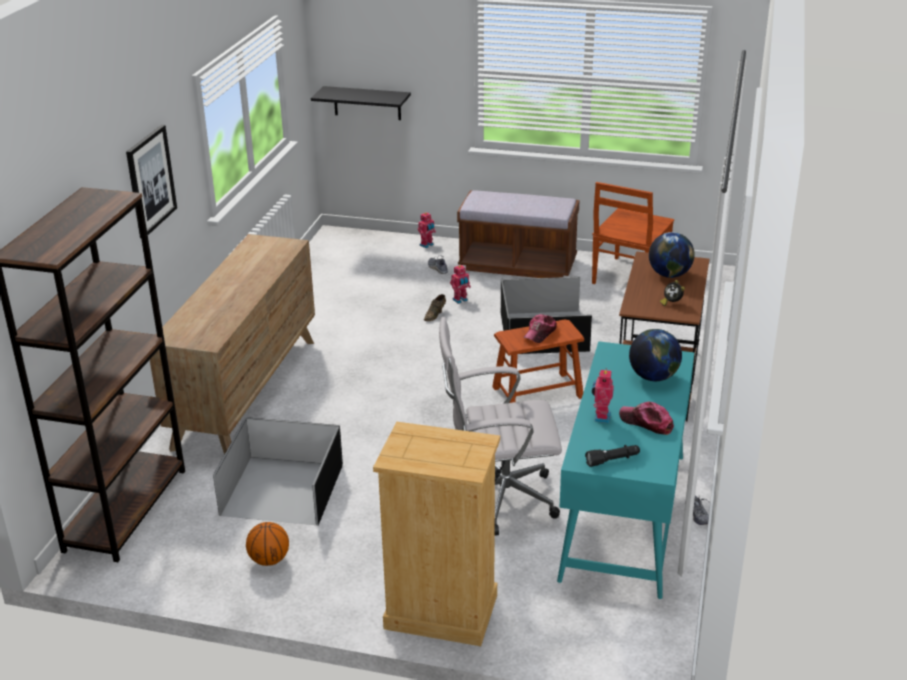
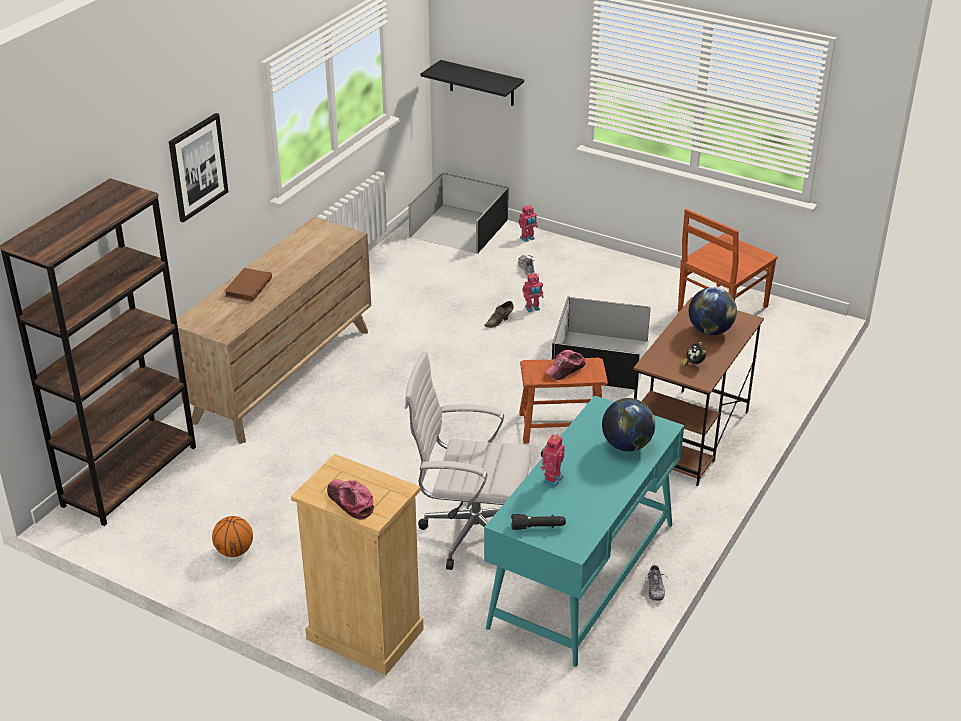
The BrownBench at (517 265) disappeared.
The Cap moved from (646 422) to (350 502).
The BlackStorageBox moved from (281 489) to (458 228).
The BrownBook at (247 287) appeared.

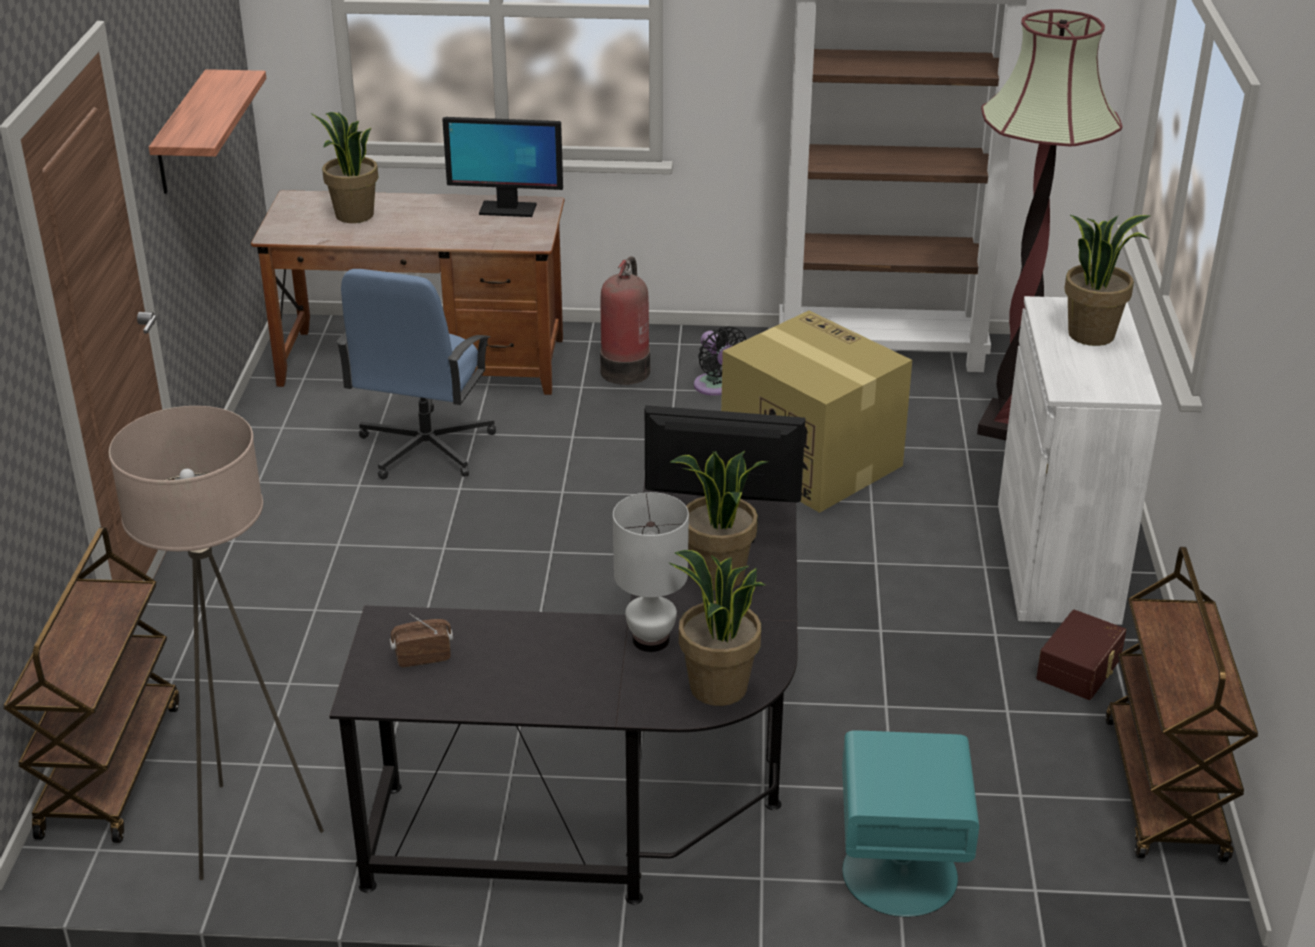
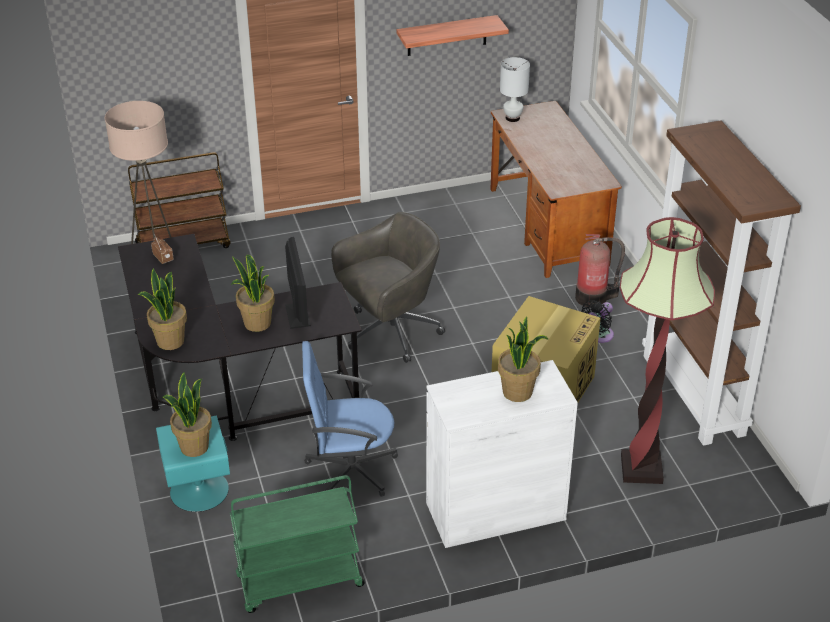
The PottedPlant moved from (353 215) to (194 447).
The Monitor at (507 209) disappeared.
The BlueOfficeChair moved from (424 448) to (350 469).
The WhiteTableLamp moved from (651 639) to (513 118).
The BrownCart at (1165 790) became the GreenCart at (299 582).
The BrownStorageBox at (1081 669) disappeared.
The GreyOfficeChair at (390 332) appeared.

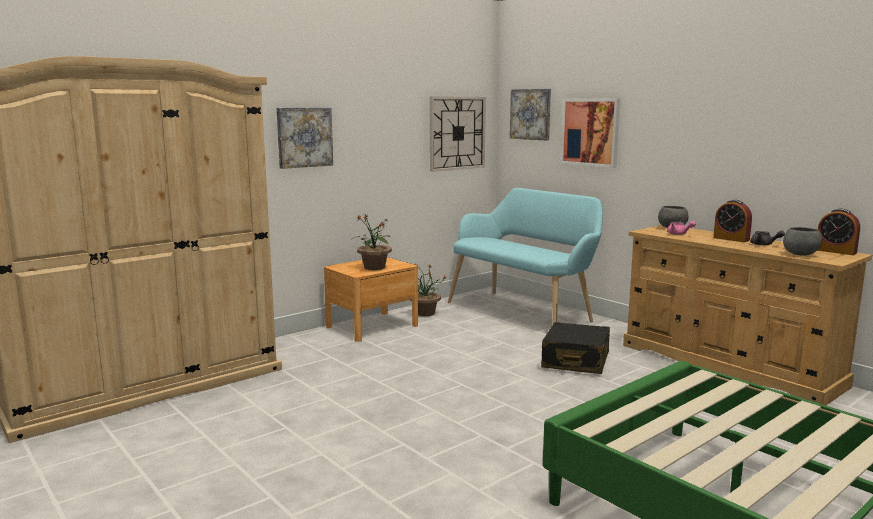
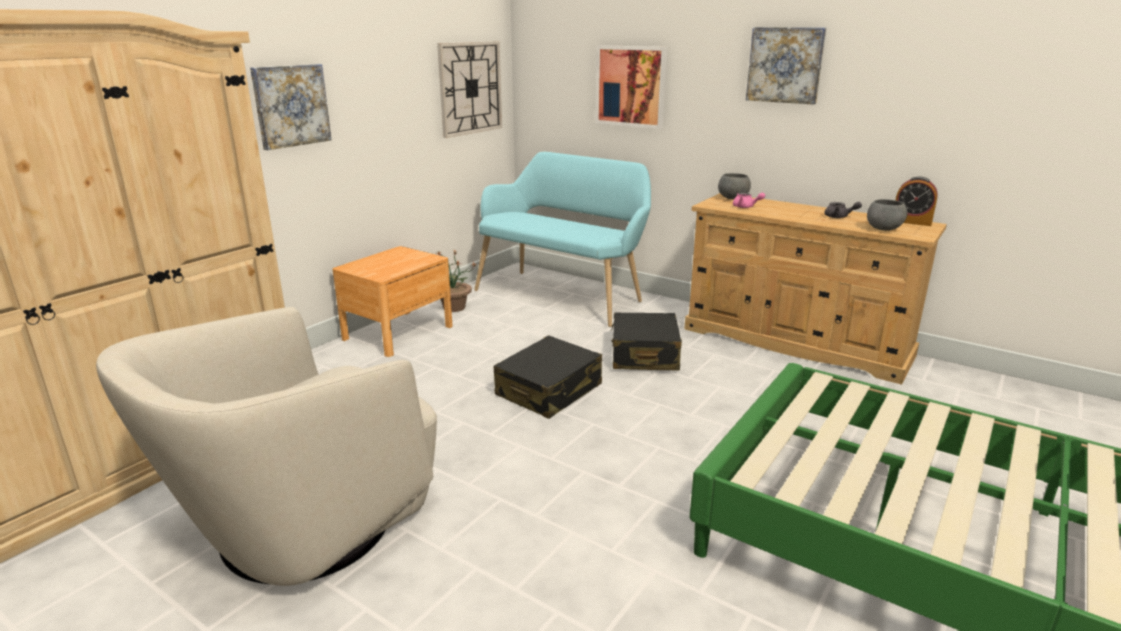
The Picture moved from (531 114) to (785 65).
The AlarmClock at (731 239) disappeared.
The PottedPlant at (374 268) disappeared.
The BeigeArmchair at (303 528) appeared.
The BlackSuitcase at (549 390) appeared.

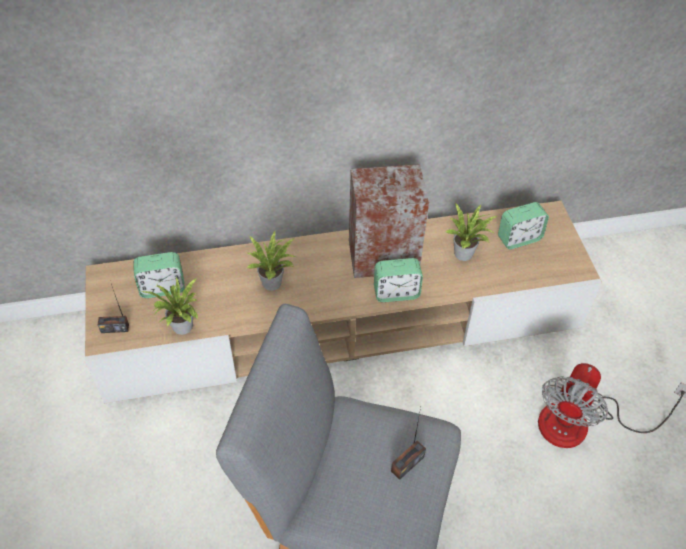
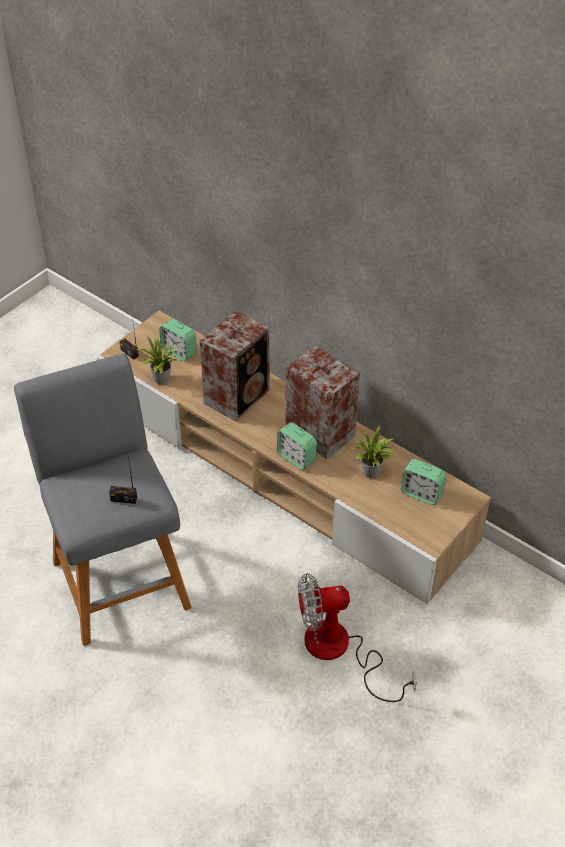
The PottedPlant at (274 282) was replaced by the Speaker at (238 396).

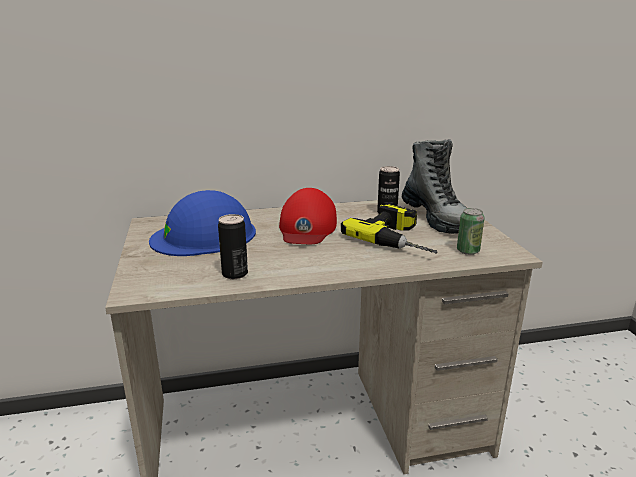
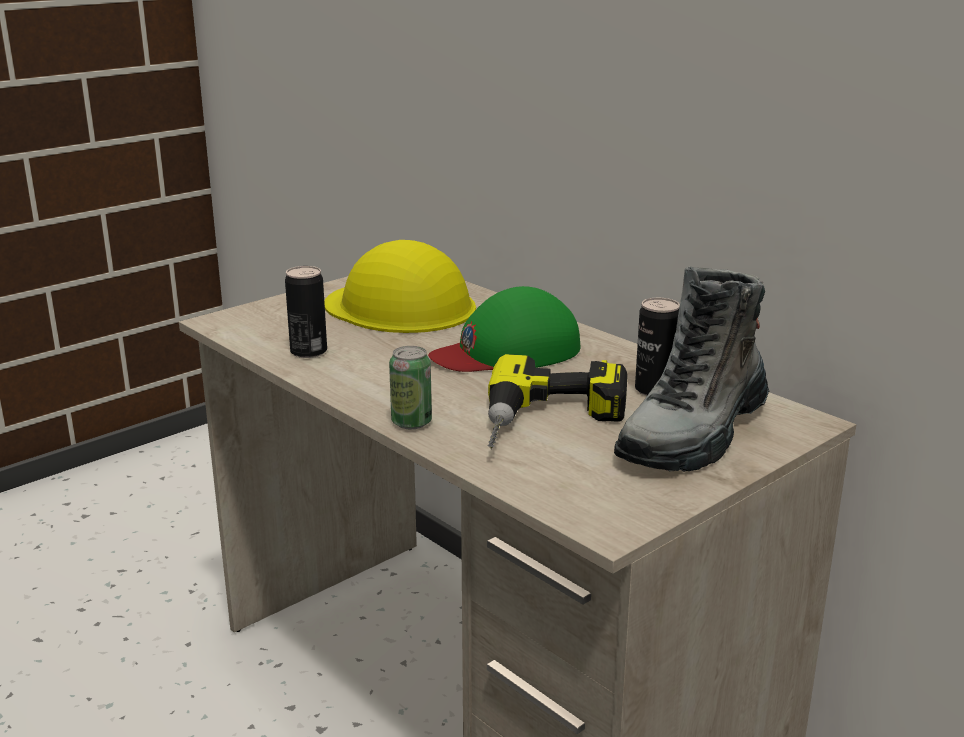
The RedCap at (307 227) became the GreenCap at (507 352).
The BlueHardHat at (204 236) became the YellowHardHat at (400 306).
The Can moved from (468 251) to (411 422).

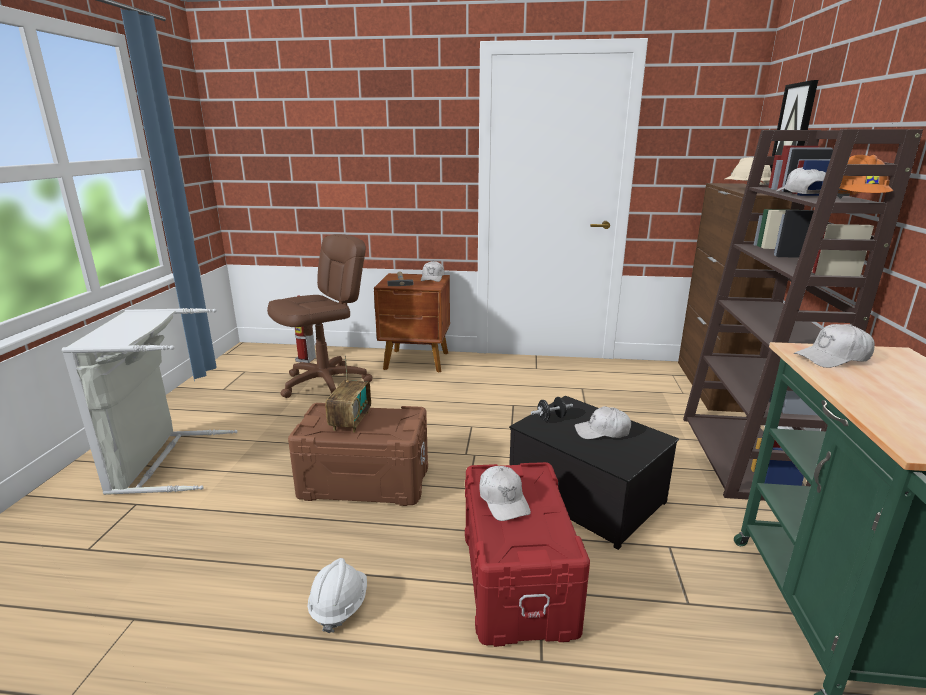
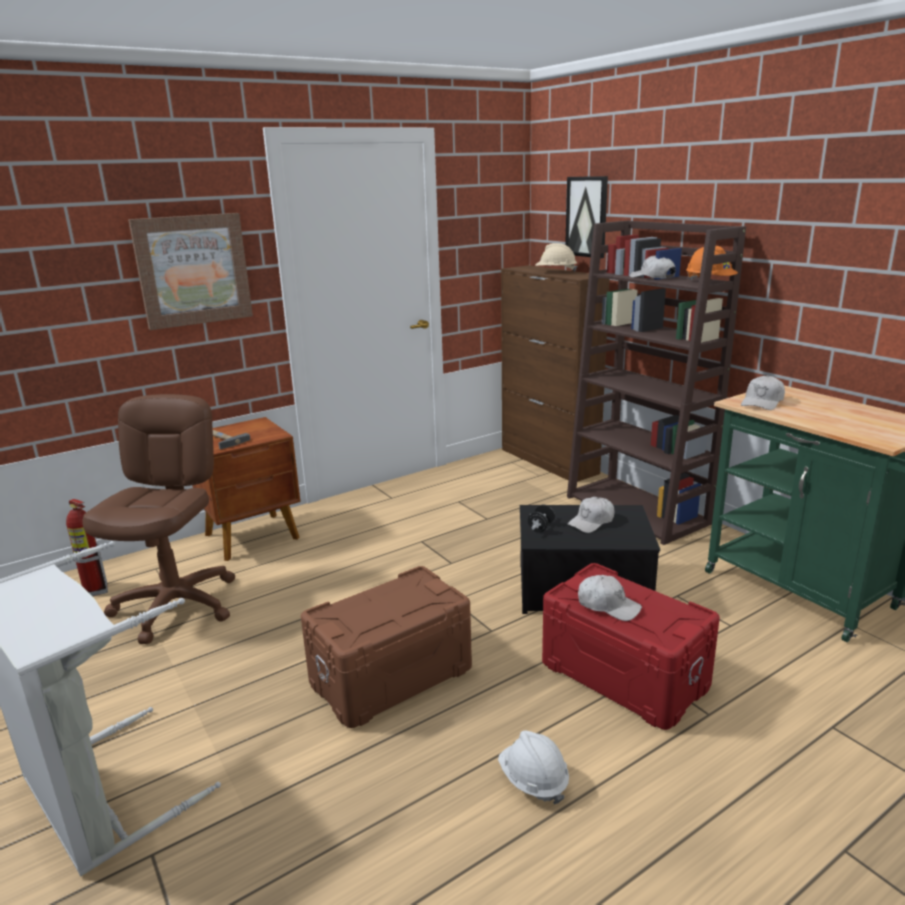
The WhiteCap at (432 278) disappeared.
The Radio at (350 421) disappeared.
The Picture at (193 270) appeared.

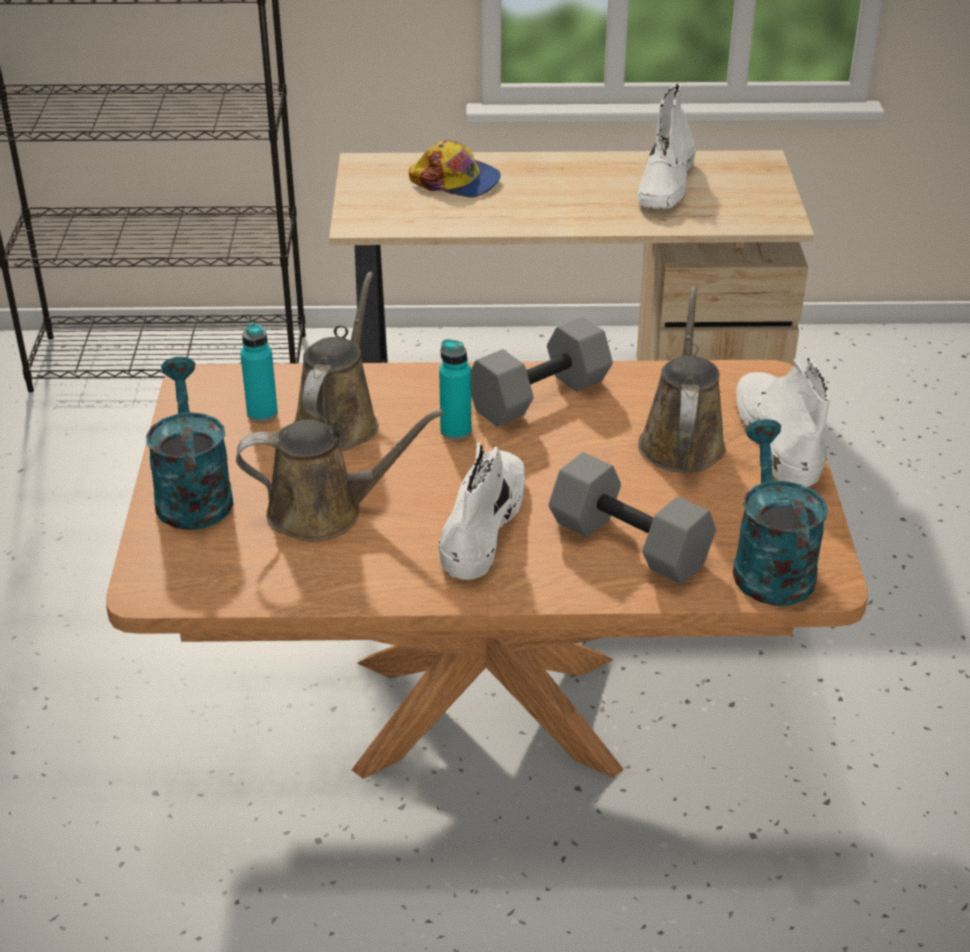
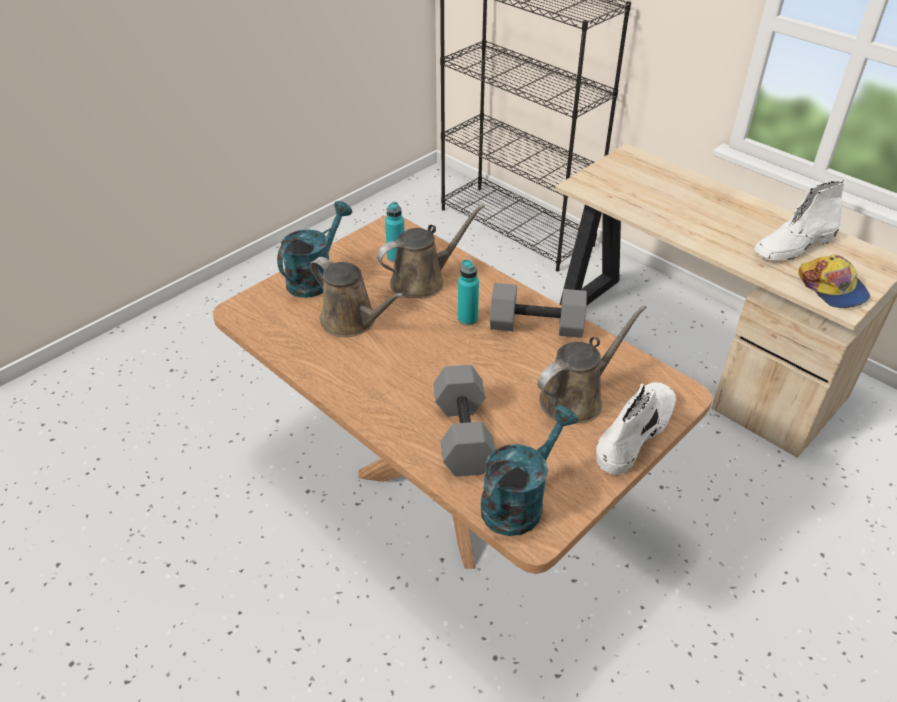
The Cap moved from (456 181) to (832 288).
The WhiteBoot at (483 521) disappeared.

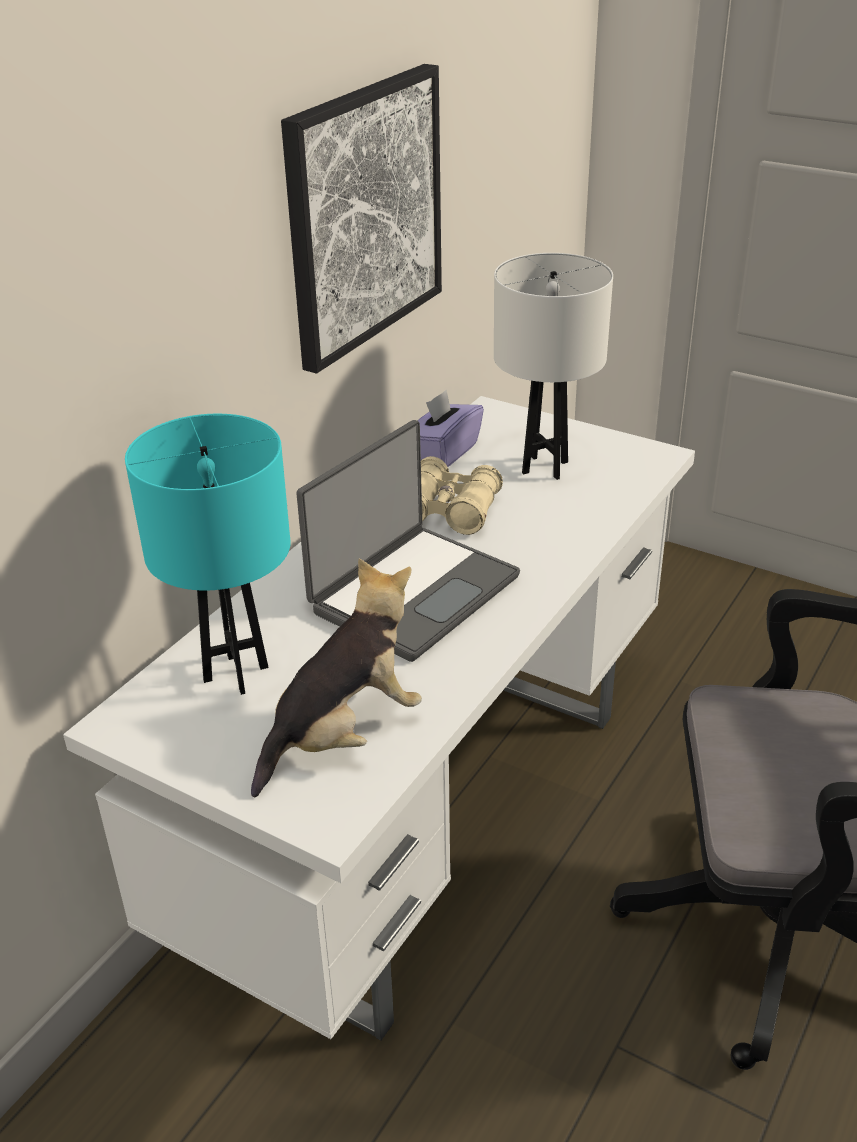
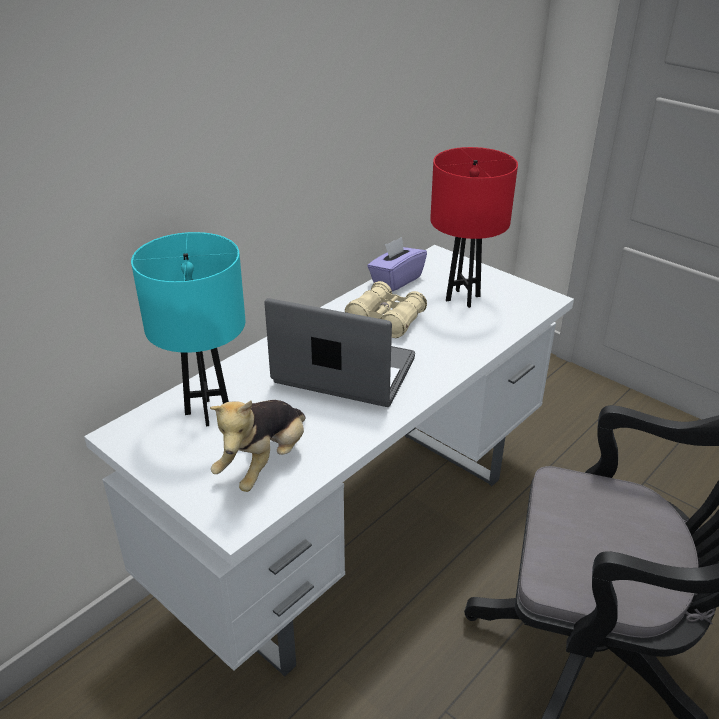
The Picture at (363 215) disappeared.
The WhiteTableLamp at (545 467) became the RedTableLamp at (463 298).
The Laptop at (412 592) turned 120 degrees counterclockwise.
The PlushToy at (343 734) turned 150 degrees clockwise.

